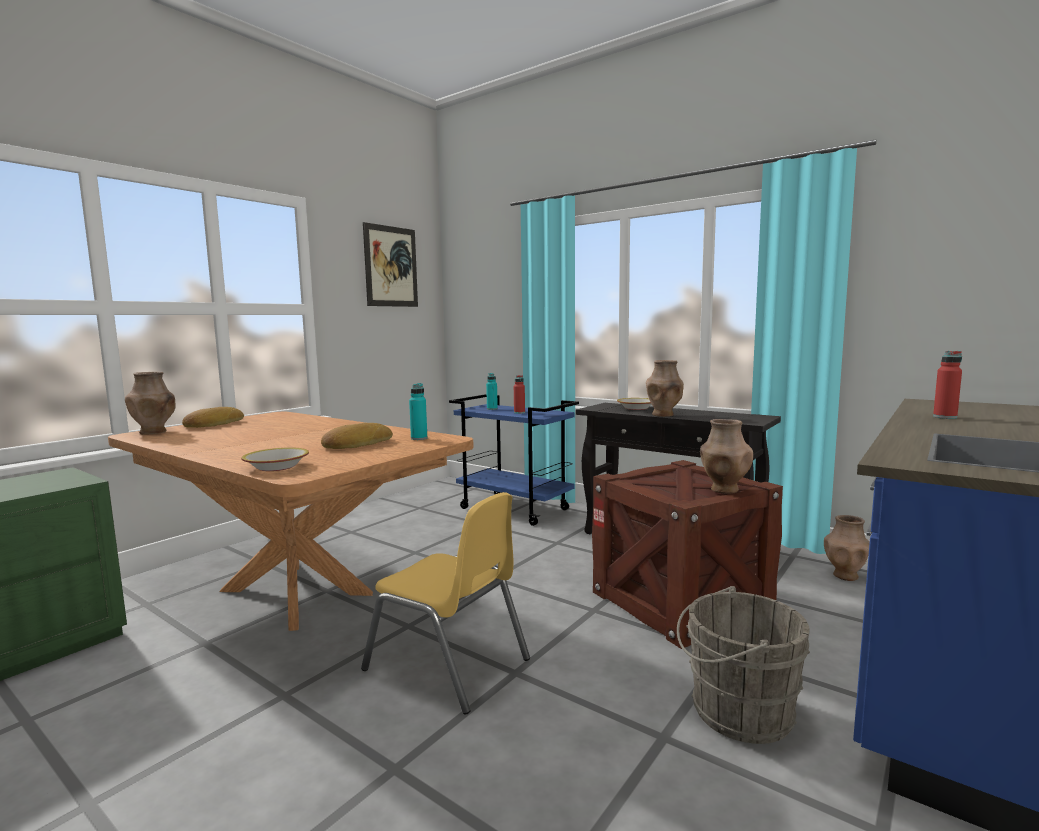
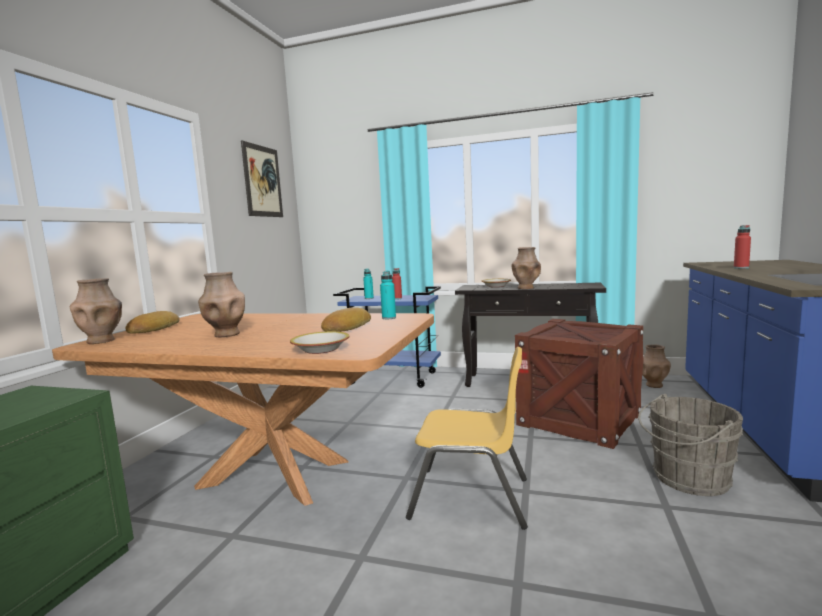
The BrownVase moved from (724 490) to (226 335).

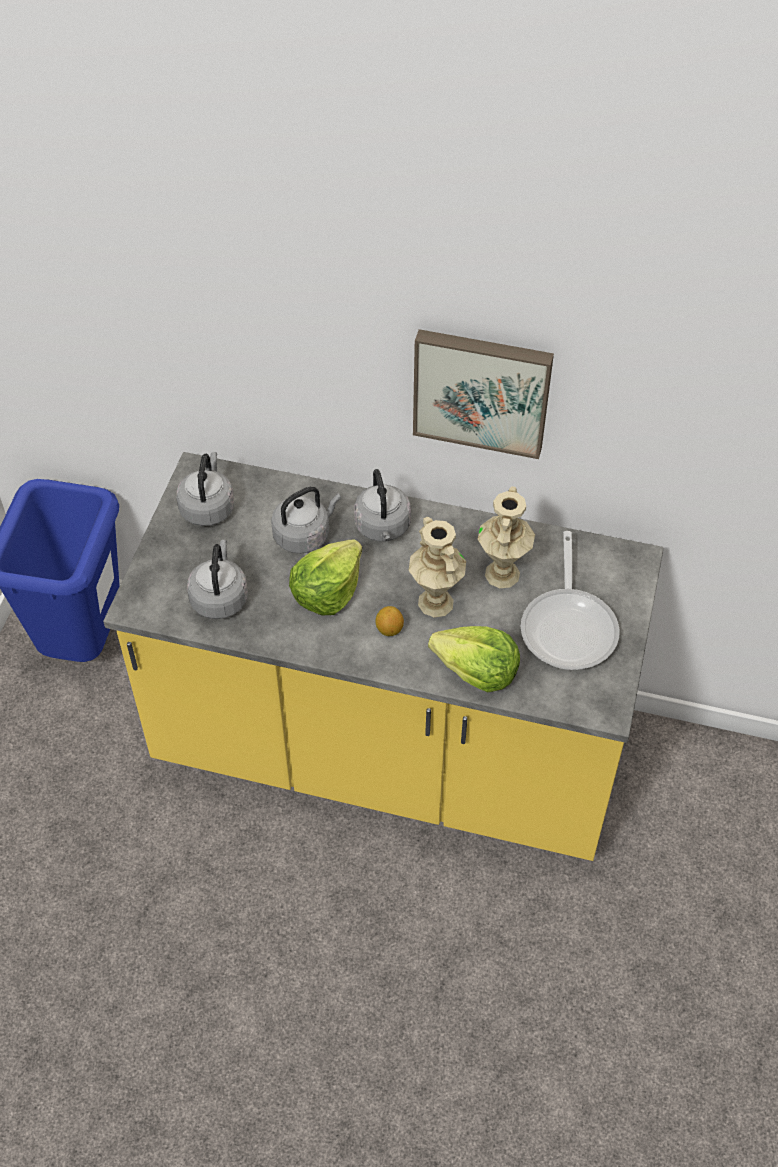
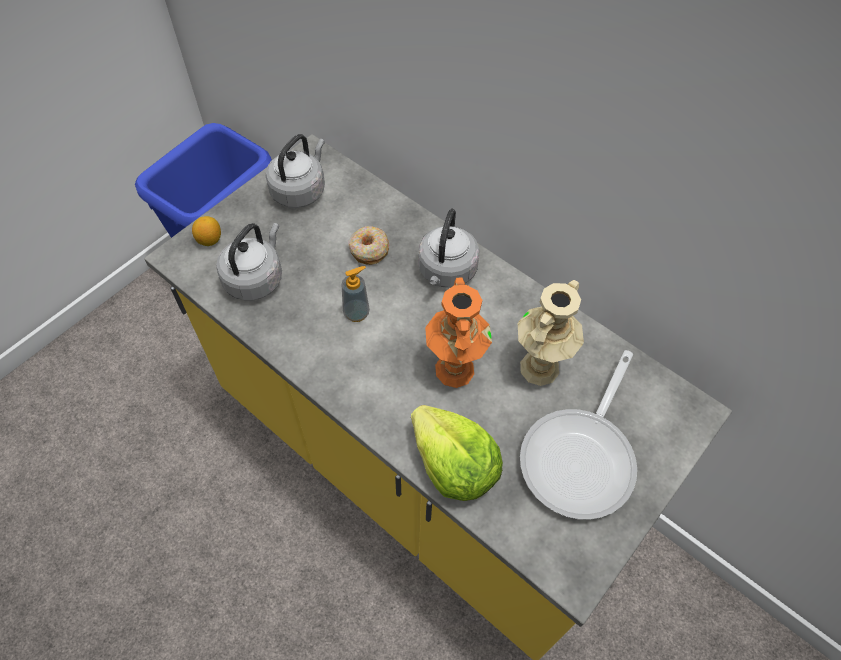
The Picture at (482 390) disappeared.
The GreyKettle at (304 535) was replaced by the Donut at (369 250).
The BeigeVase at (434 602) became the OrangeVase at (453 369).
The Lettuce at (327 591) was replaced by the SoapDispenser at (356 313).
The Lemon moved from (389 629) to (209 240).

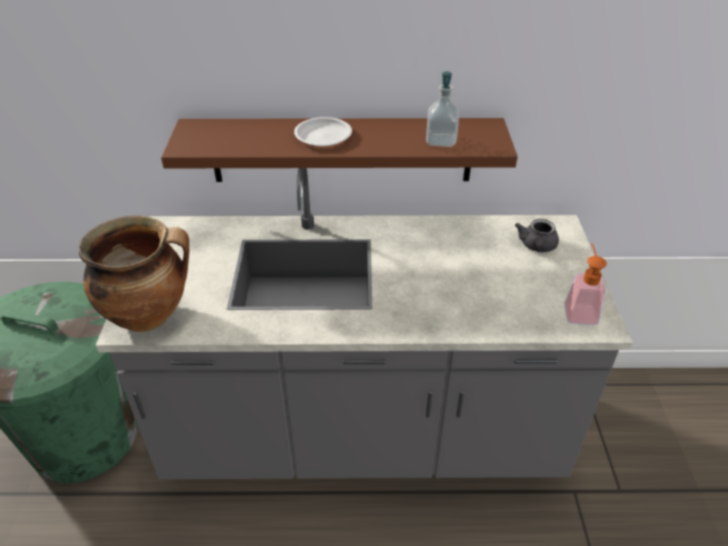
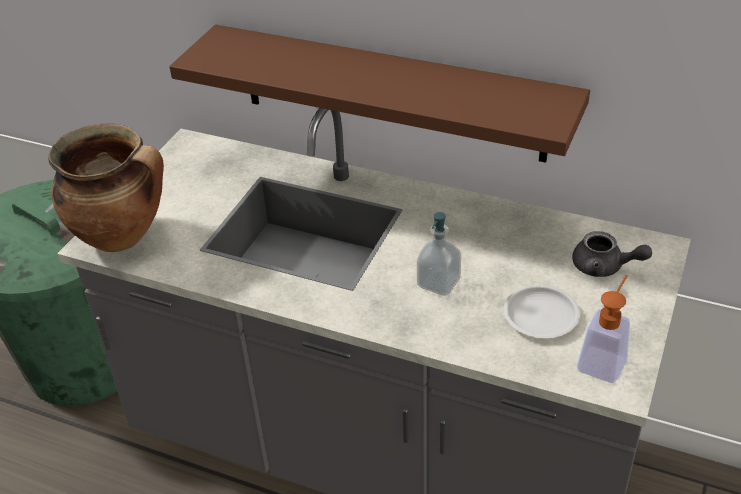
The SoapDispenser moved from (441 141) to (438 283).
The WhitePlate moved from (322 136) to (540 315).
The GreyTeapot at (536 247) turned 105 degrees counterclockwise.

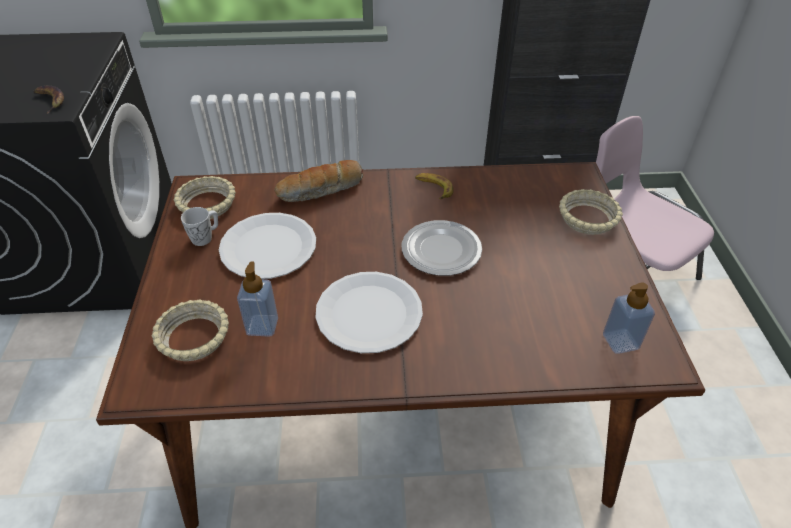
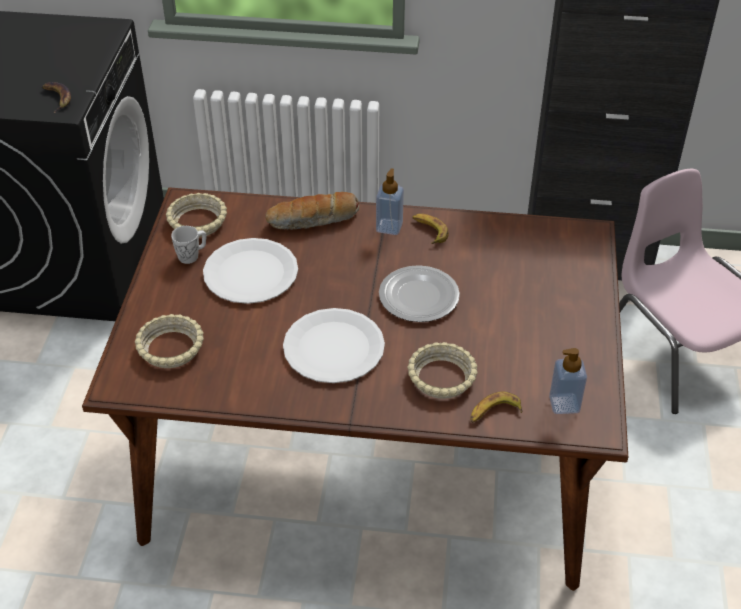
The BeigeBowl moved from (587 218) to (441 377).
The SoapDispenser moved from (262 326) to (389 227).
The Banana at (494 413) appeared.

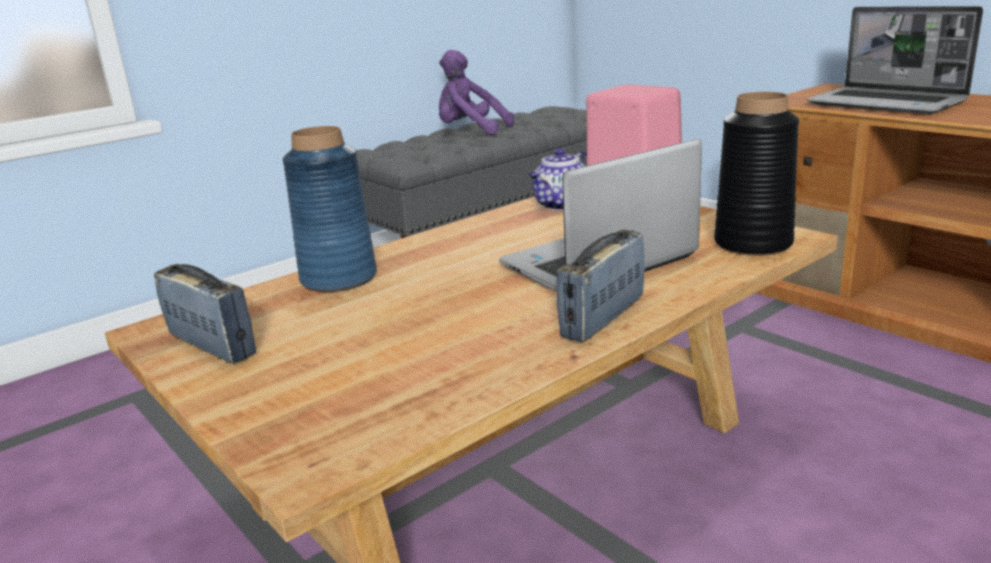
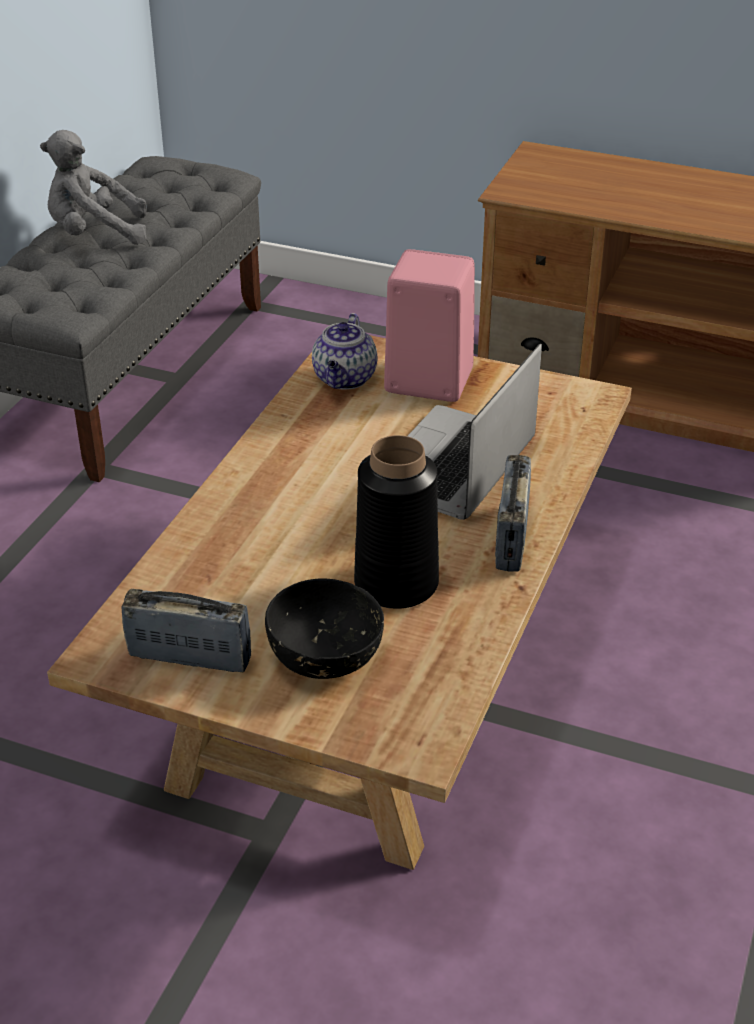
The Laptop at (888 103) disappeared.
The PurplePlushToy at (470 131) became the GreyPlushToy at (94 234).
The BlackVase moved from (753 243) to (397 584).
The BlueVase at (339 278) disappeared.
The BlackBowl at (326 656) appeared.

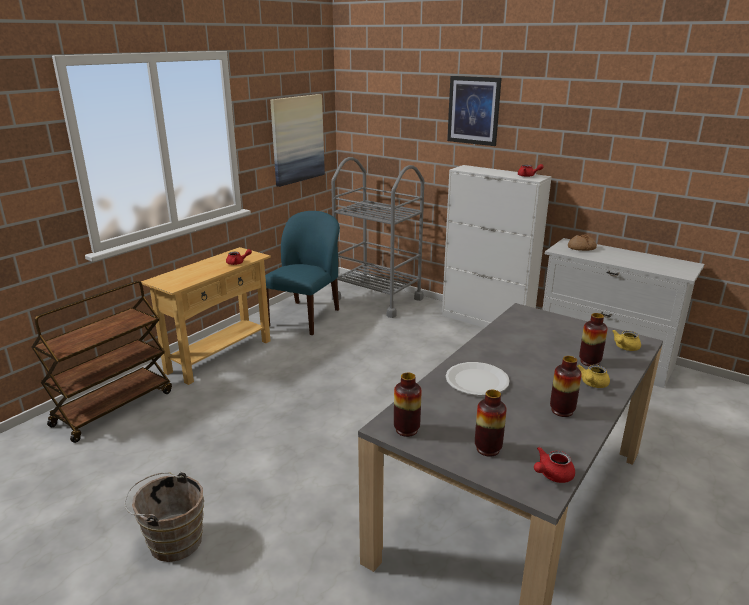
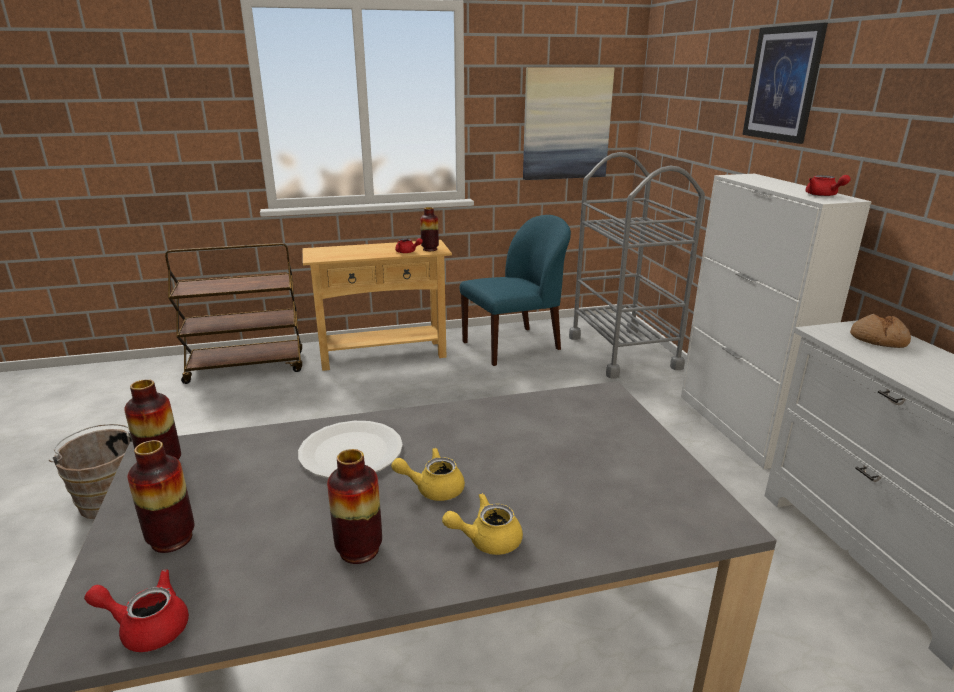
The Vase moved from (589 362) to (430 249).
The YellowTeapot moved from (624 348) to (433 488).

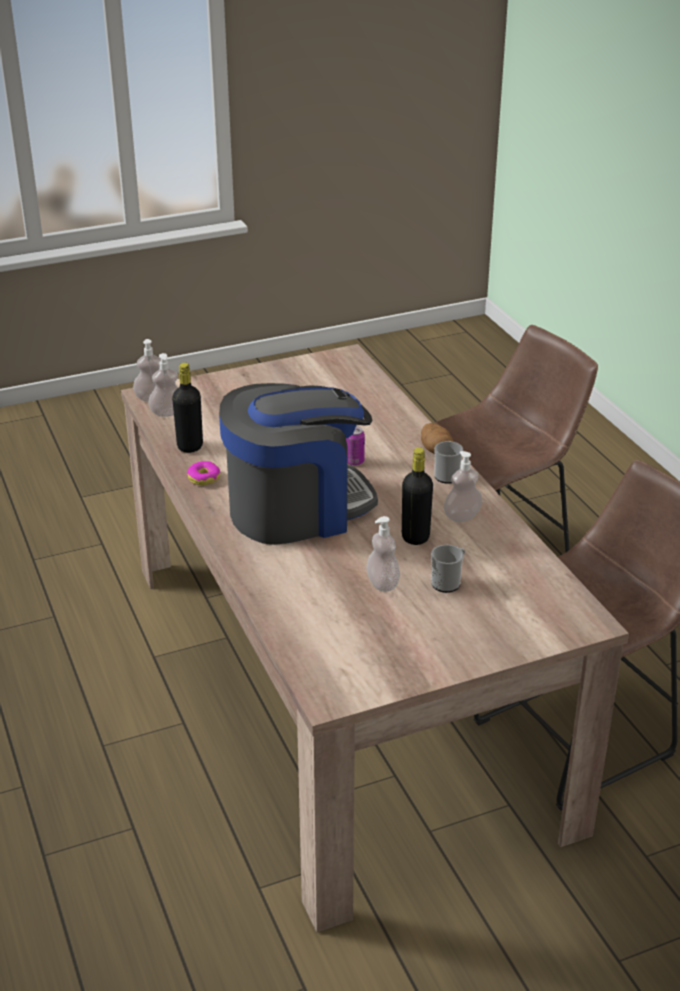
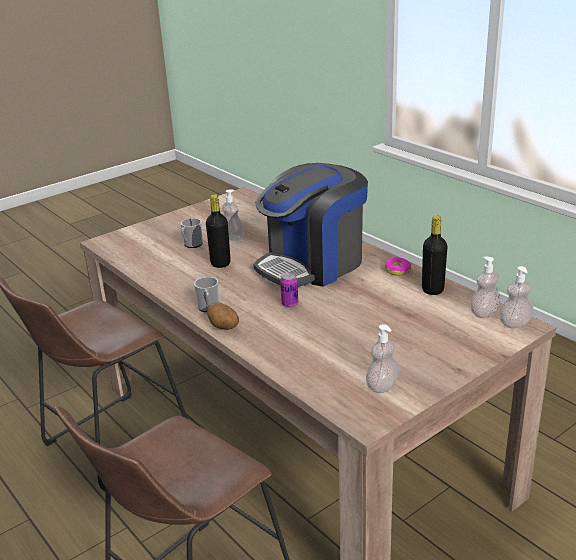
The SoapDispenser moved from (462 516) to (382 386).

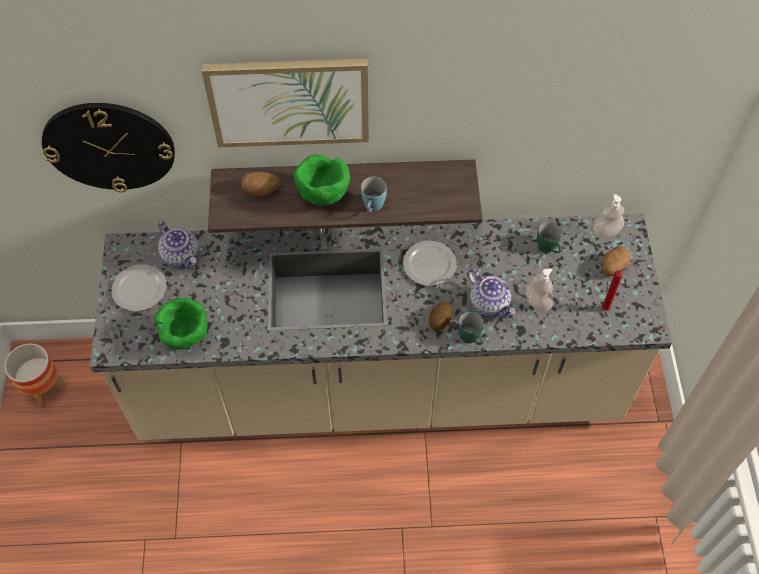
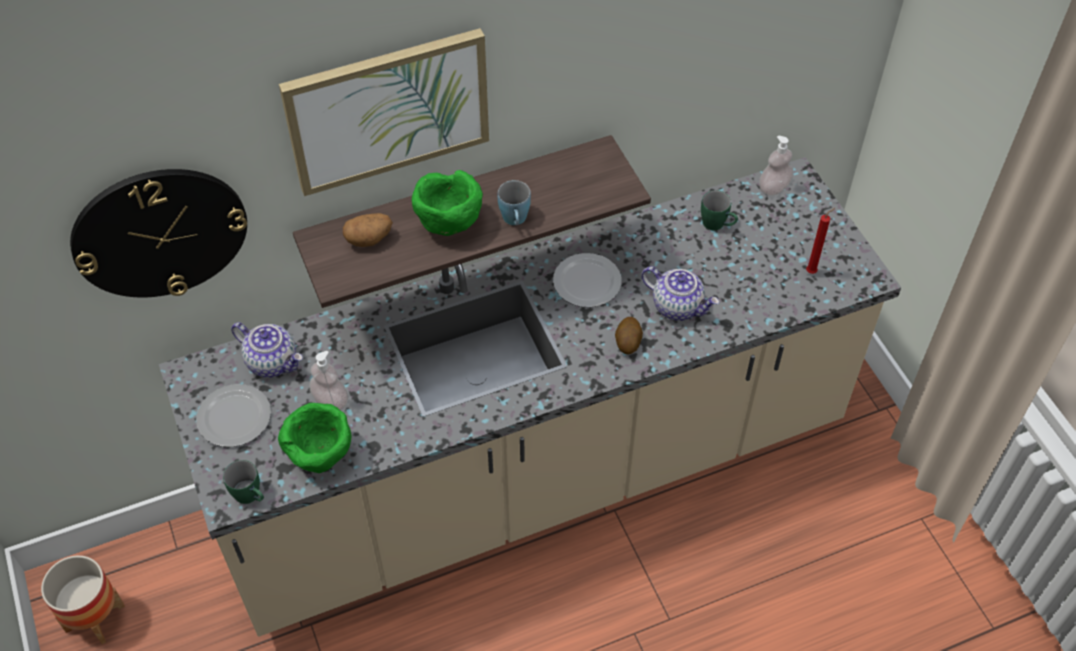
The Potato at (612 268) disappeared.
The SoapDispenser moved from (537 302) to (330 400).
The GreenMug moved from (471 339) to (251 496).

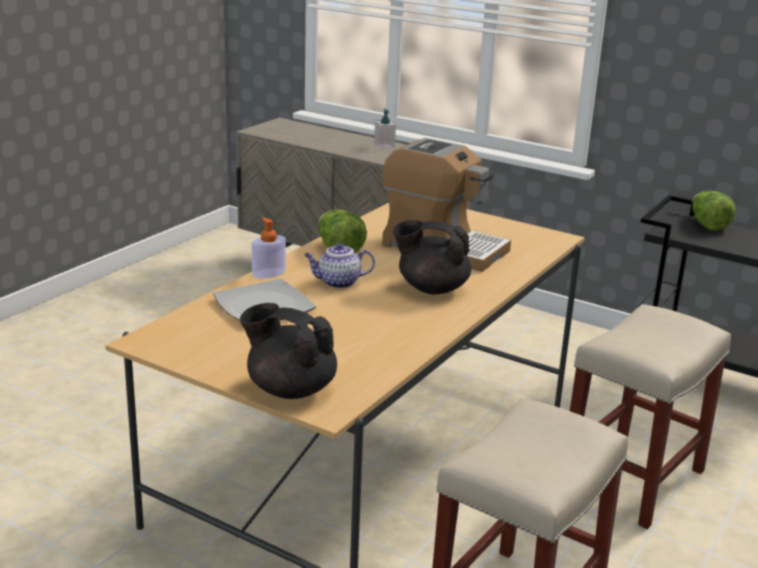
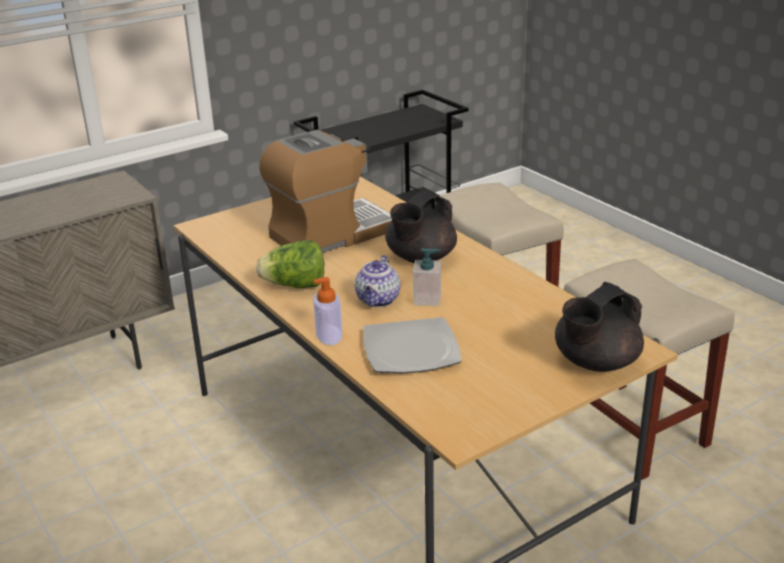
The SoapDispenser moved from (384 147) to (427 299).
The Lettuce at (707 225) disappeared.

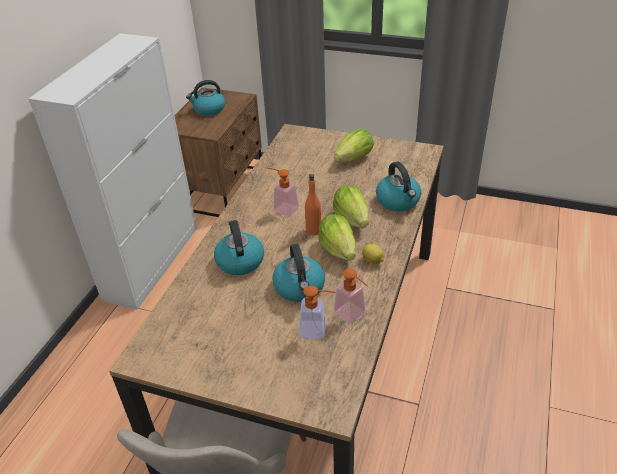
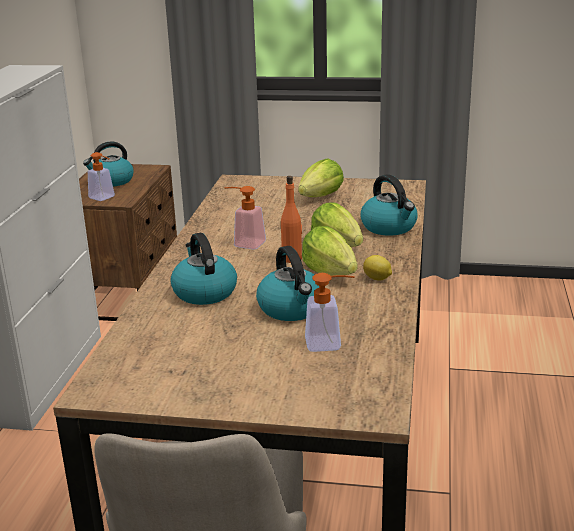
The SoapDispenser moved from (353 315) to (104 198).

